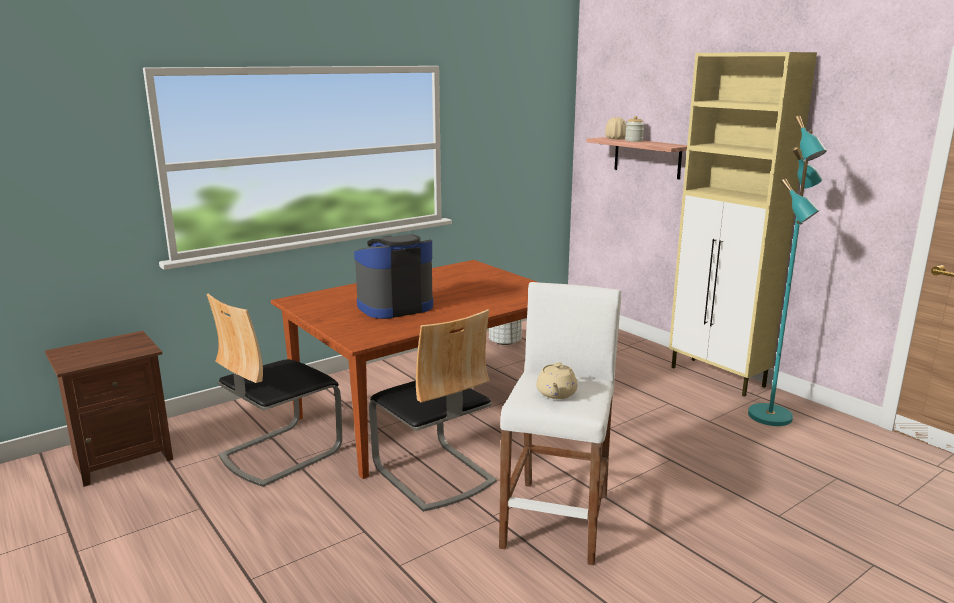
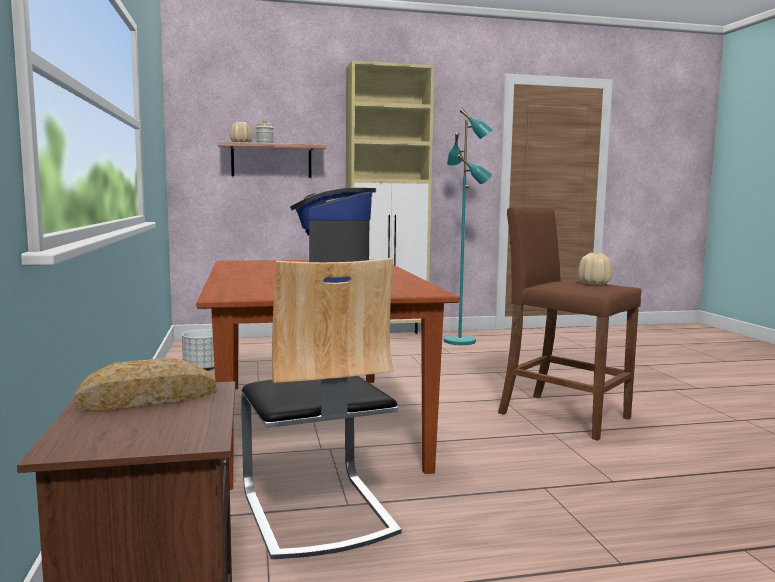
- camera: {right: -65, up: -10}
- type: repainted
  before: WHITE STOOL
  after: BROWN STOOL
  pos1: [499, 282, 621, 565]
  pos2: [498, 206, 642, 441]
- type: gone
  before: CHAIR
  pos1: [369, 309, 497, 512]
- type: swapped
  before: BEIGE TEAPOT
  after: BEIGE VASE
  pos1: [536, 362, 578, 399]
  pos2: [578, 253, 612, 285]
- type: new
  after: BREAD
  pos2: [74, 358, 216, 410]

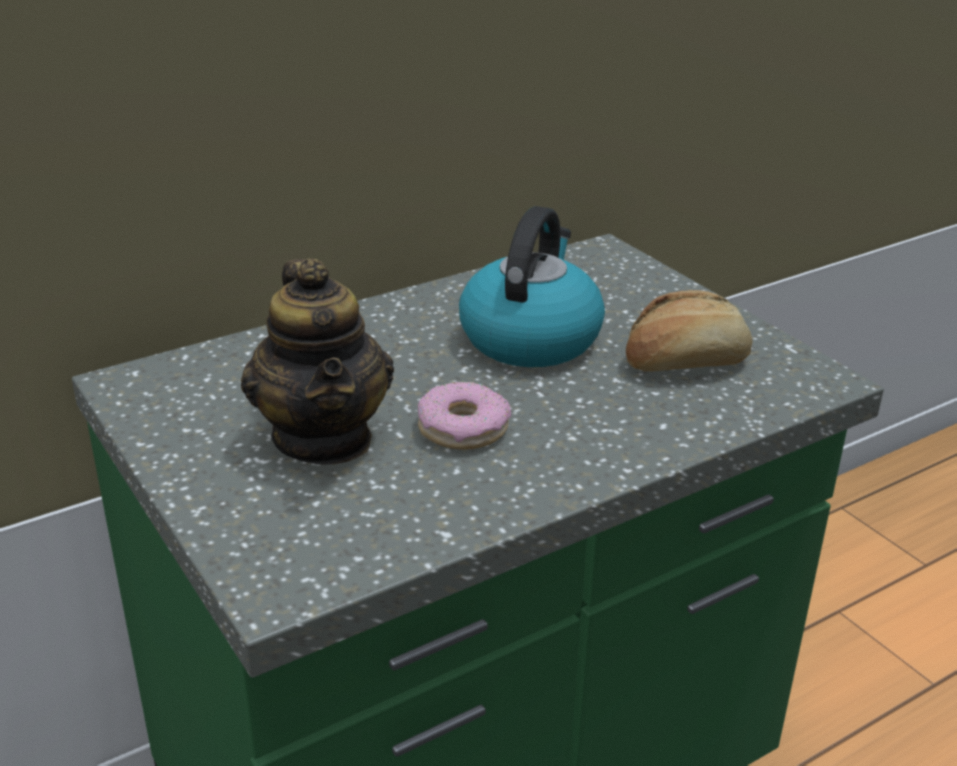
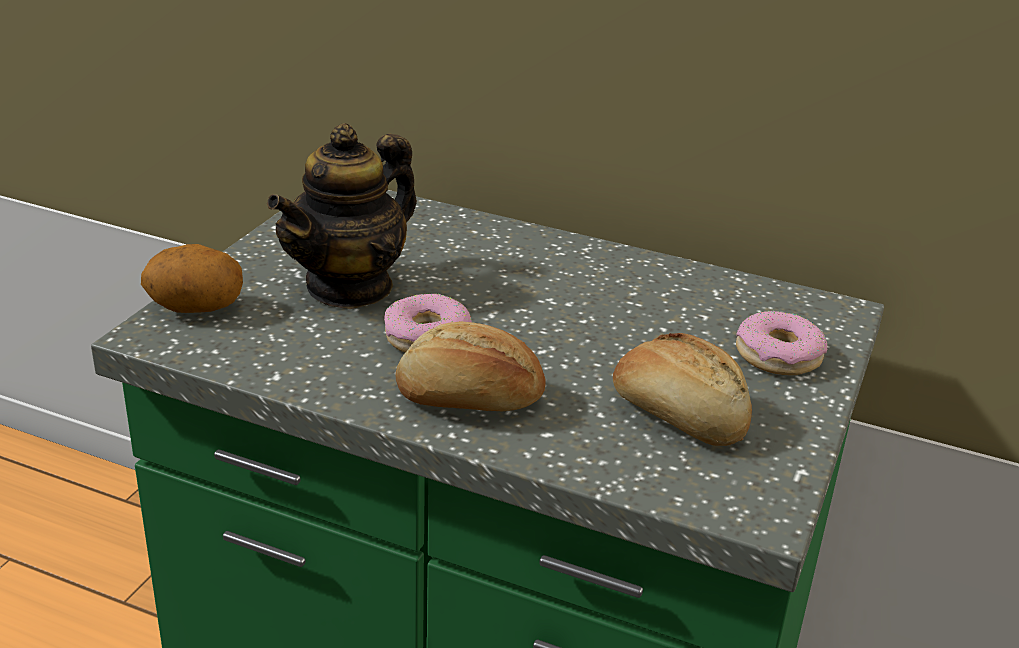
- camera: {right: 55, up: 0}
- type: gone
  before: KETTLE
  pos1: [459, 206, 605, 367]
- type: new
  after: POTATO
  pos2: [141, 244, 243, 313]
- type: new
  after: DONUT
  pos2: [736, 311, 827, 375]
- type: new
  after: BREAD
  pos2: [395, 322, 546, 411]

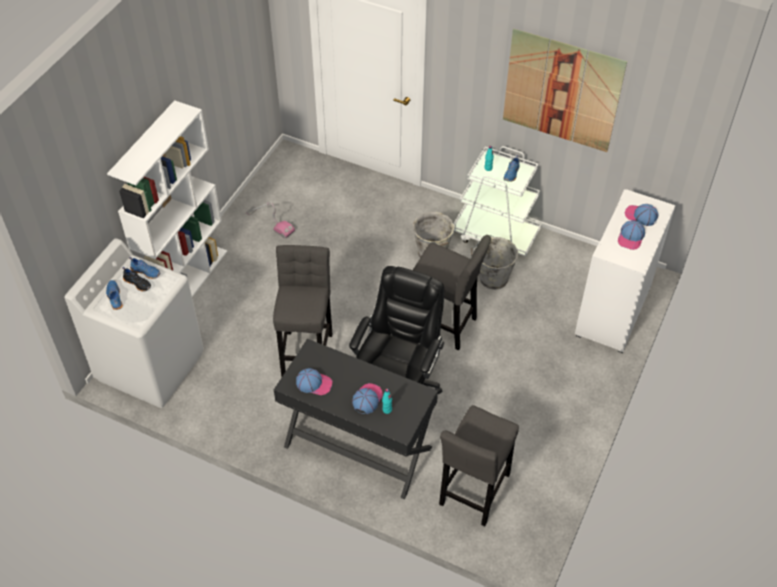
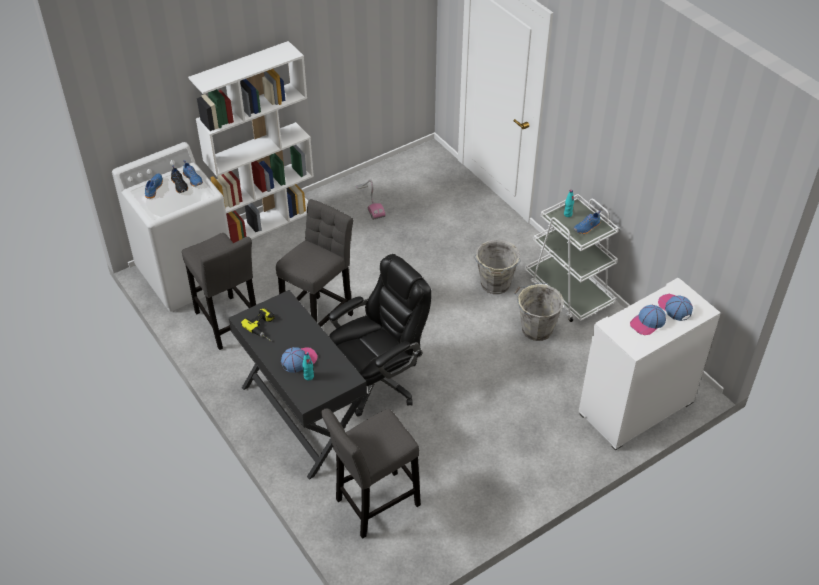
- camera: {right: 30, up: -5}
- type: gone
  before: PICTURE
  pos1: [503, 29, 627, 152]
- type: shifted
  before: GREY STOOL
  pos1: [413, 235, 491, 350]
  pos2: [182, 233, 256, 350]
- type: swapped
  before: CAP
  after: POWER DRILL
  pos1: [296, 368, 332, 395]
  pos2: [241, 308, 275, 342]

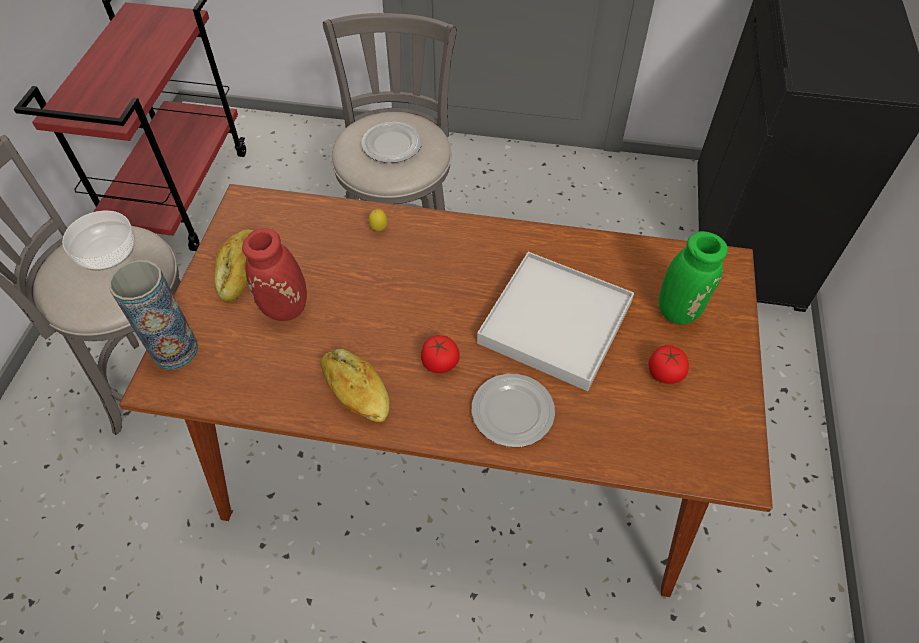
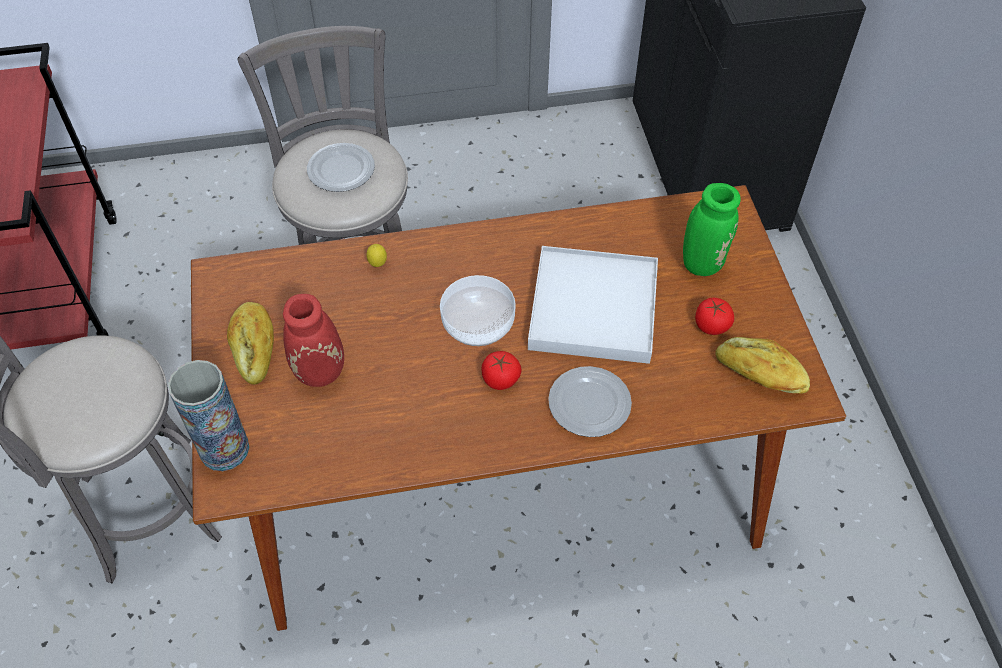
- camera: {right: -20, up: 0}
- type: shifted
  before: BOWL
  pos1: [62, 211, 136, 271]
  pos2: [440, 275, 516, 346]
- type: shifted
  before: BREAD
  pos1: [321, 349, 390, 422]
  pos2: [715, 337, 810, 394]

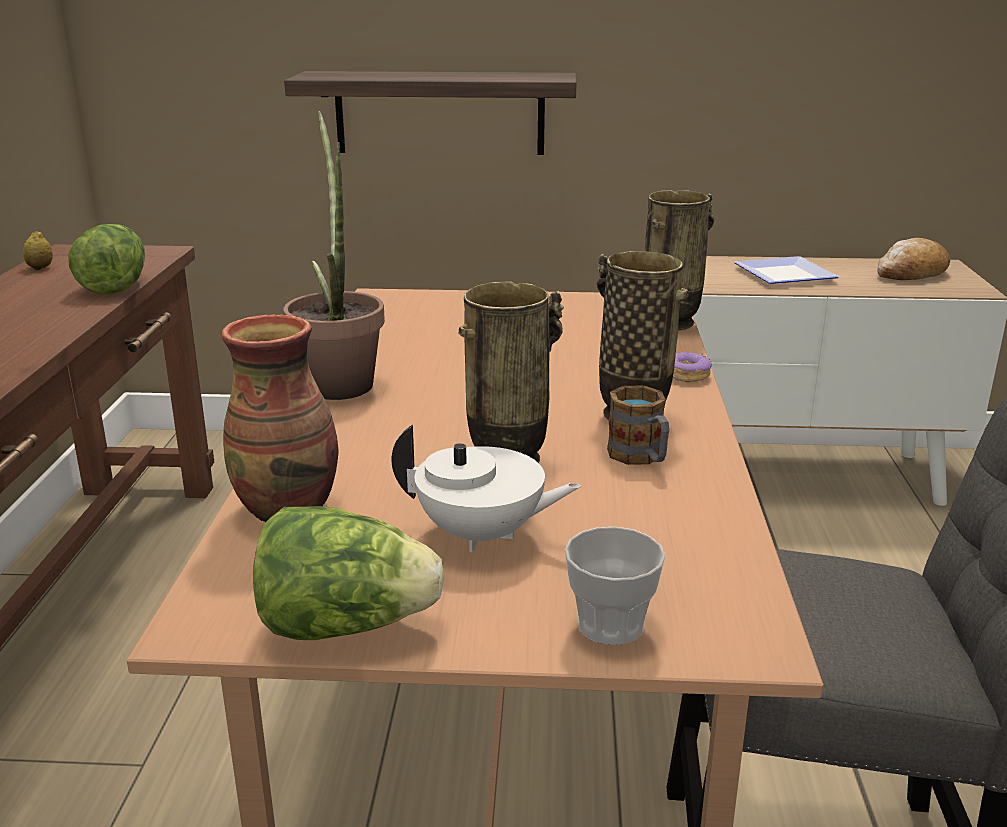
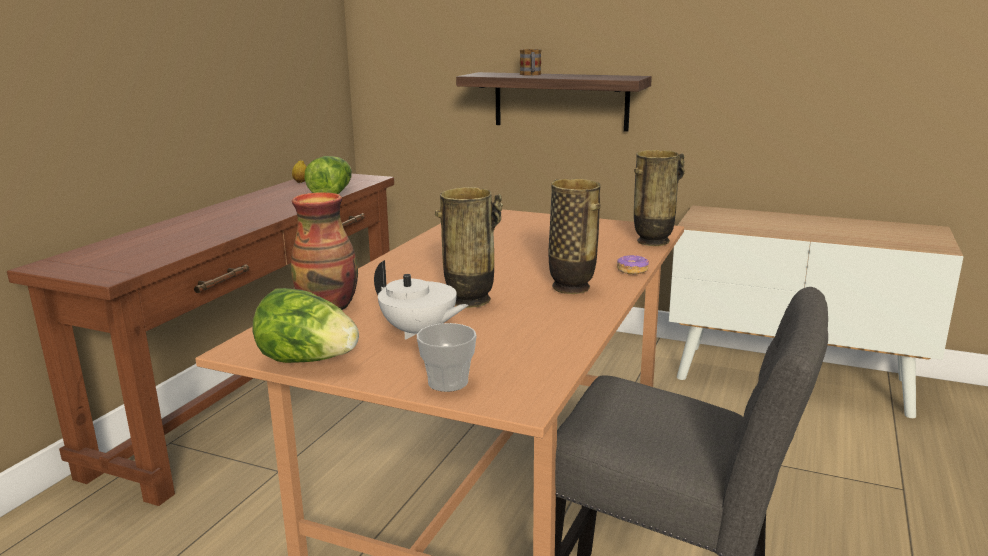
- camera: {right: 20, up: -5}
- type: gone
  before: POTTED PLANT
  pos1: [283, 111, 385, 400]
- type: gone
  before: BREAD
  pos1: [877, 238, 950, 280]
- type: gone
  before: PLATE
  pos1: [734, 256, 839, 284]
- type: shifted
  before: MUG
  pos1: [607, 385, 669, 465]
  pos2: [520, 49, 541, 76]

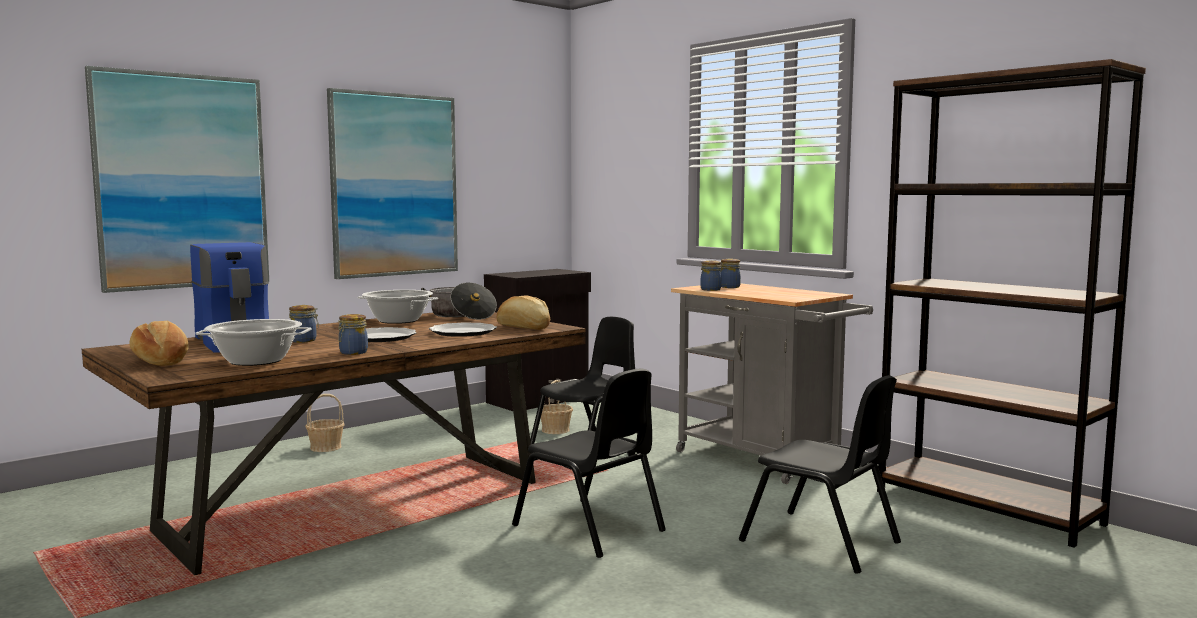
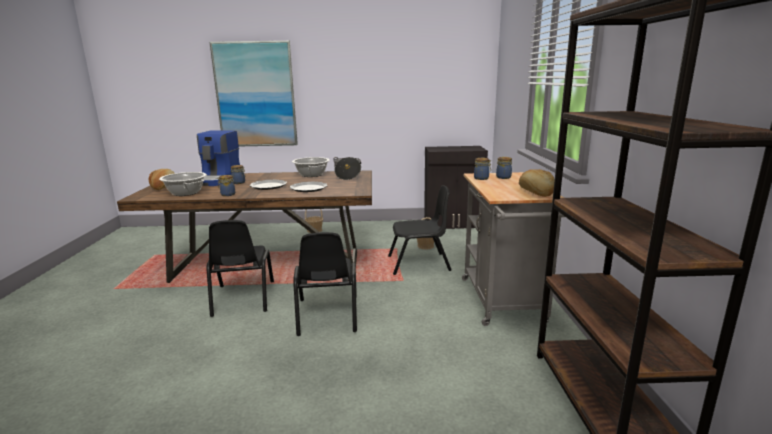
- camera: {right: 40, up: 10}
- type: gone
  before: PICTURE
  pos1: [327, 88, 458, 279]
- type: shifted
  before: BREAD
  pos1: [497, 295, 550, 330]
  pos2: [519, 169, 555, 197]
- type: shifted
  before: BLACK CHAIR
  pos1: [739, 375, 901, 574]
  pos2: [207, 220, 274, 317]

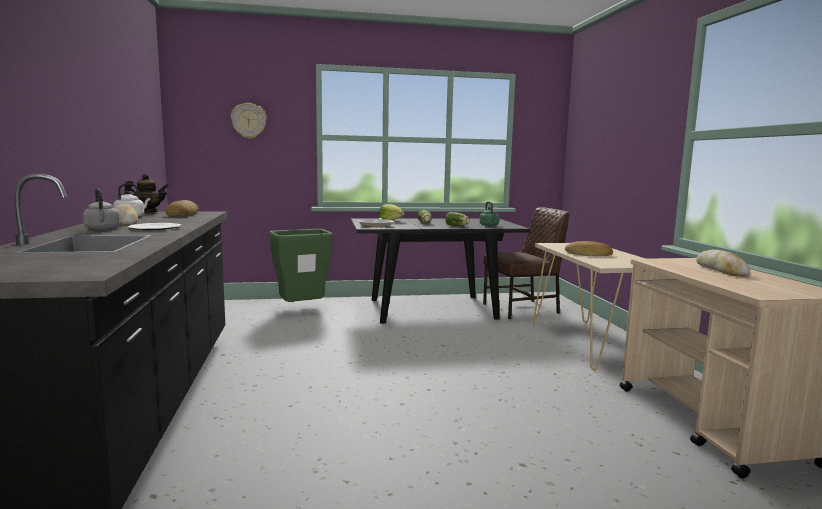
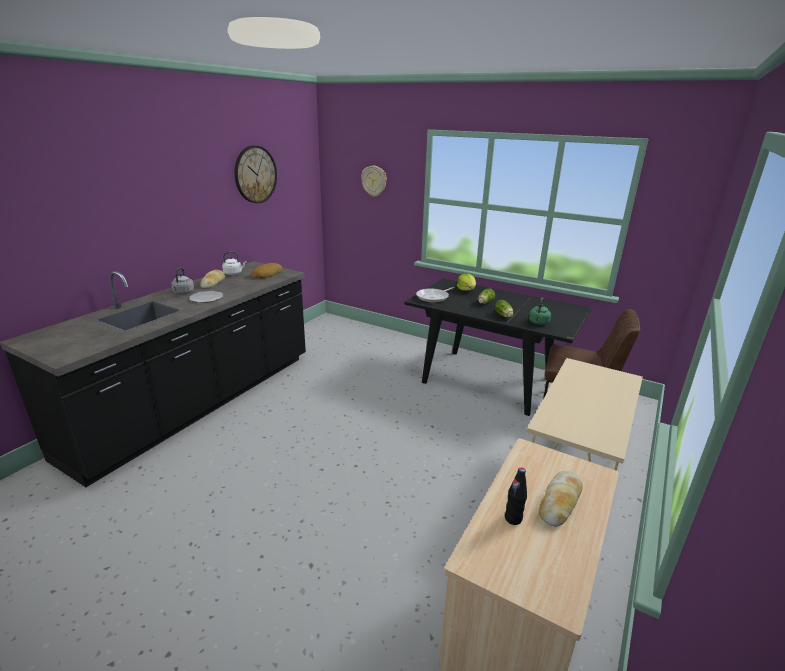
- camera: {right: 40, up: 15}
- type: gone
  before: TEAPOT
  pos1: [124, 174, 169, 212]
- type: gone
  before: GREEN TRASH CAN
  pos1: [269, 229, 333, 302]
- type: gone
  before: BREAD
  pos1: [565, 241, 613, 256]
- type: new
  after: WALL CLOCK
  pos2: [234, 146, 277, 203]
- type: new
  after: BLACK BOTTLE
  pos2: [505, 468, 527, 525]

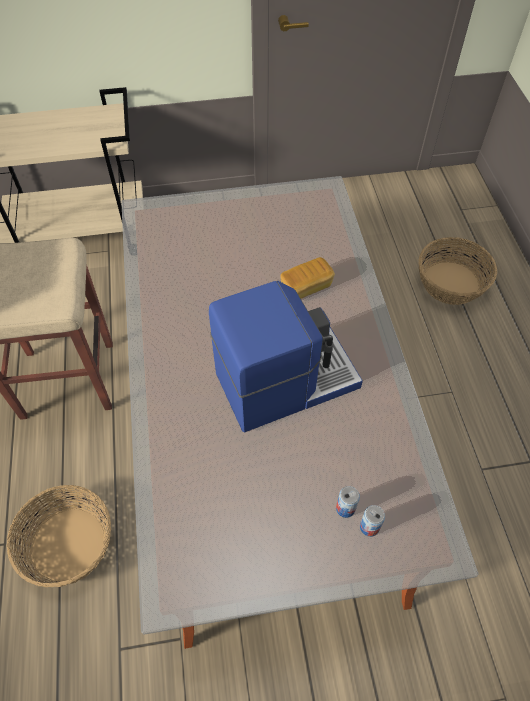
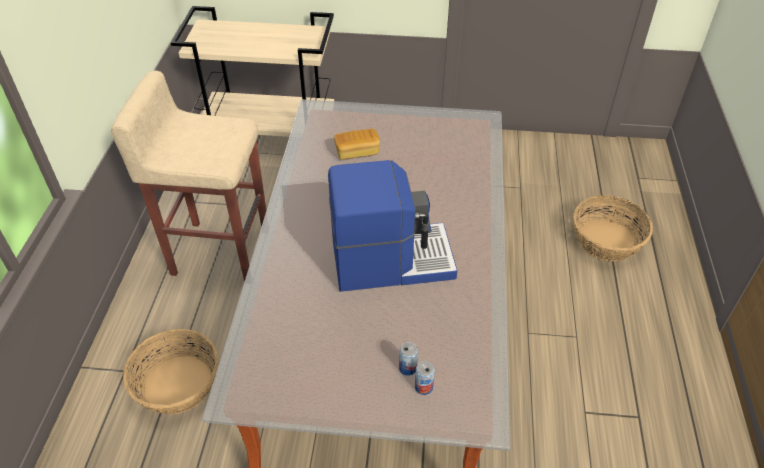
- camera: {right: 15, up: -10}
- type: shifted
  before: BREAD
  pos1: [280, 257, 335, 299]
  pos2: [334, 129, 380, 160]

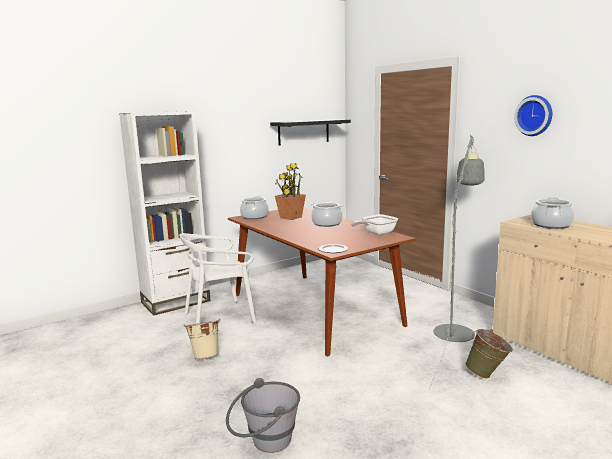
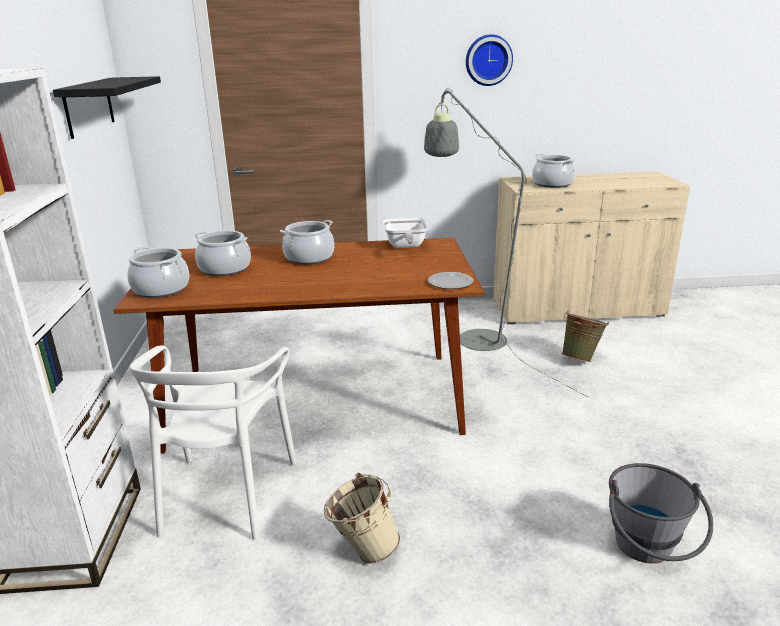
- camera: {right: -60, up: 10}
- type: swapped
  before: POTTED PLANT
  after: COOKING POT
  pos1: [275, 163, 306, 220]
  pos2: [194, 230, 251, 276]

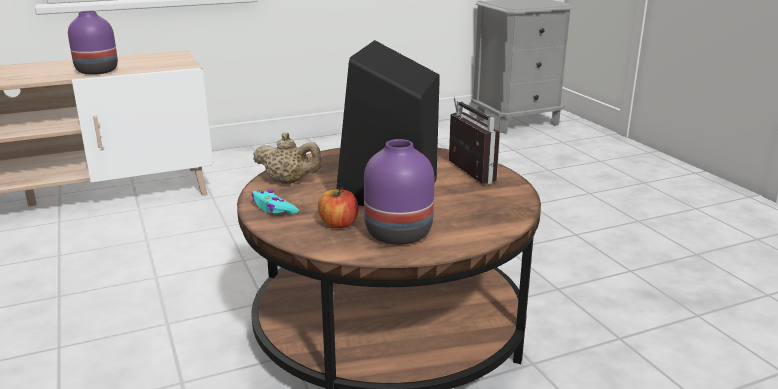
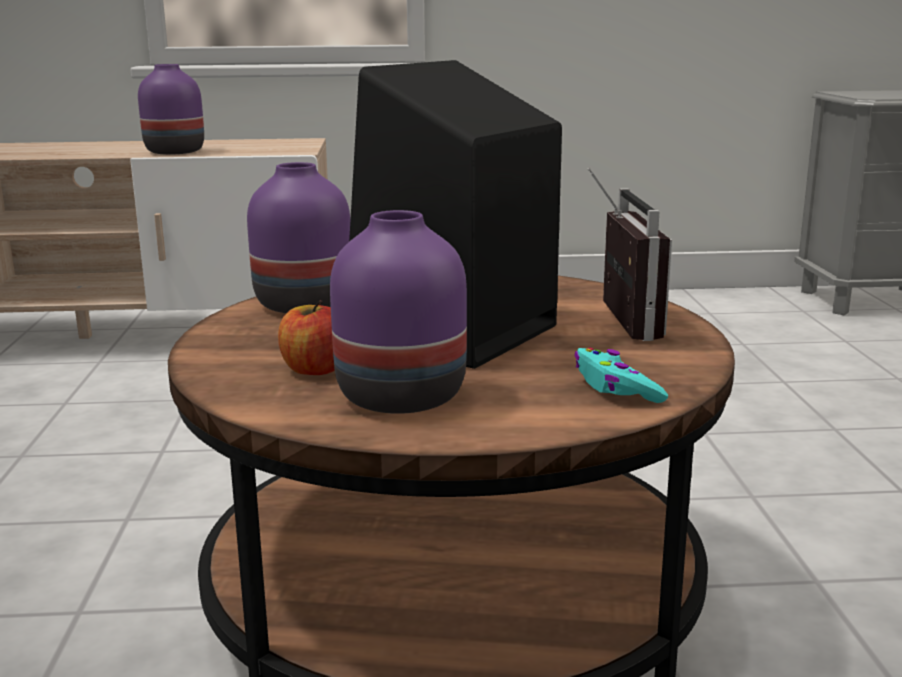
- camera: {right: 20, up: -5}
- type: swapped
  before: BEIGE TEAPOT
  after: PURPLE VASE
  pos1: [253, 133, 322, 184]
  pos2: [247, 162, 350, 313]
- type: shifted
  before: TURQUOISE GAME CONTROLLER
  pos1: [251, 190, 299, 214]
  pos2: [574, 348, 668, 403]

